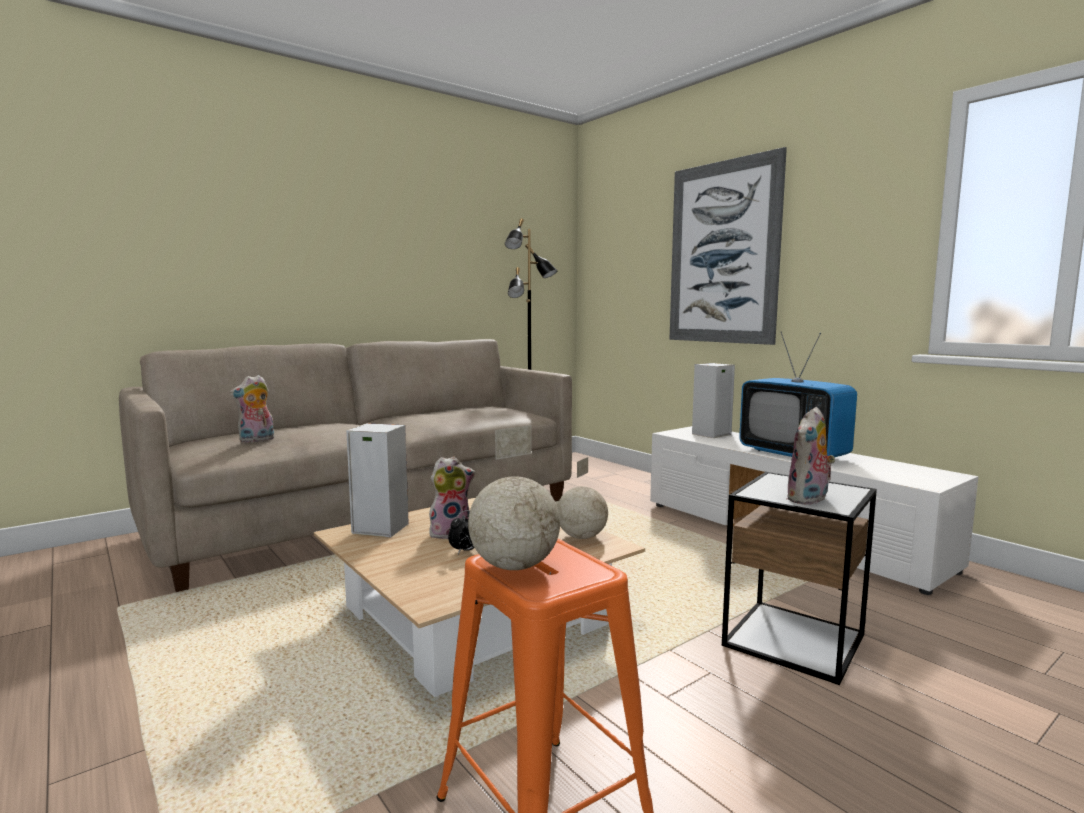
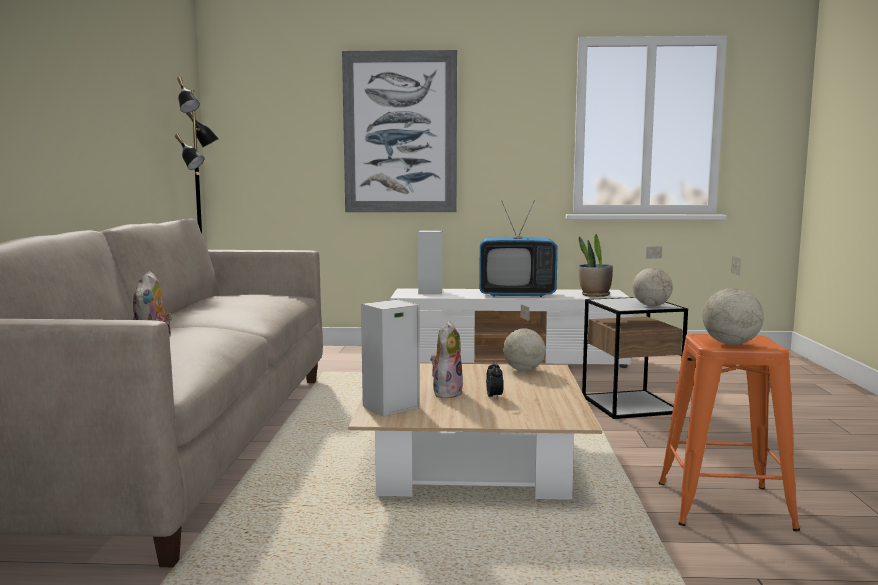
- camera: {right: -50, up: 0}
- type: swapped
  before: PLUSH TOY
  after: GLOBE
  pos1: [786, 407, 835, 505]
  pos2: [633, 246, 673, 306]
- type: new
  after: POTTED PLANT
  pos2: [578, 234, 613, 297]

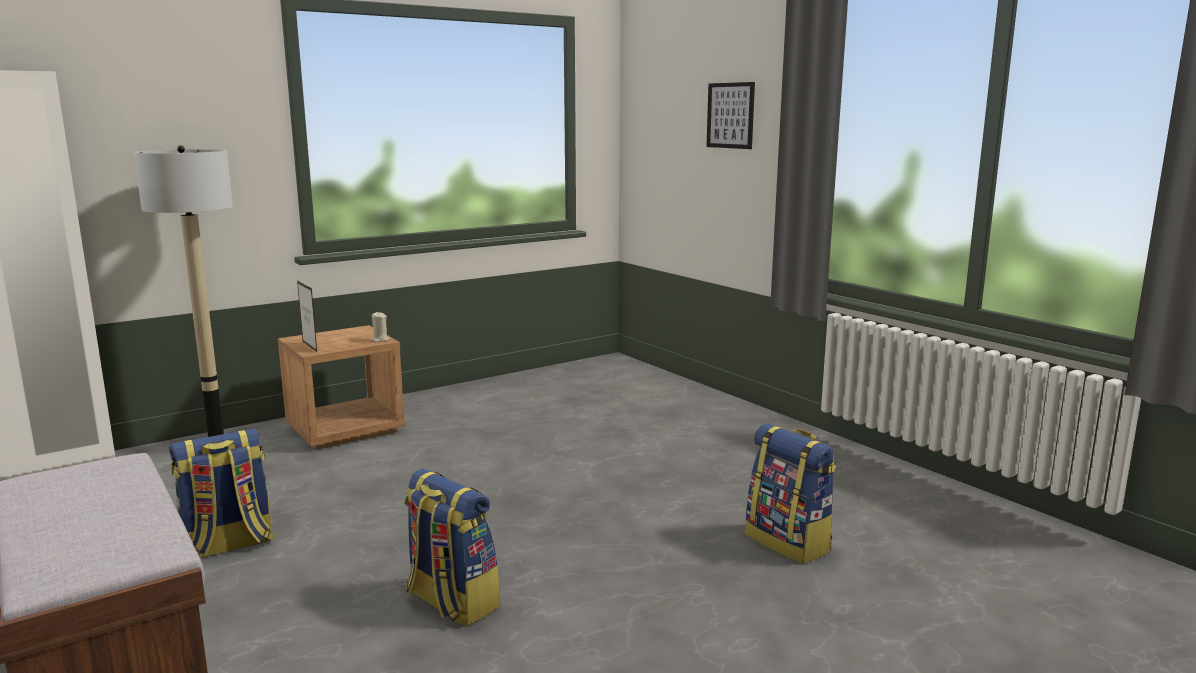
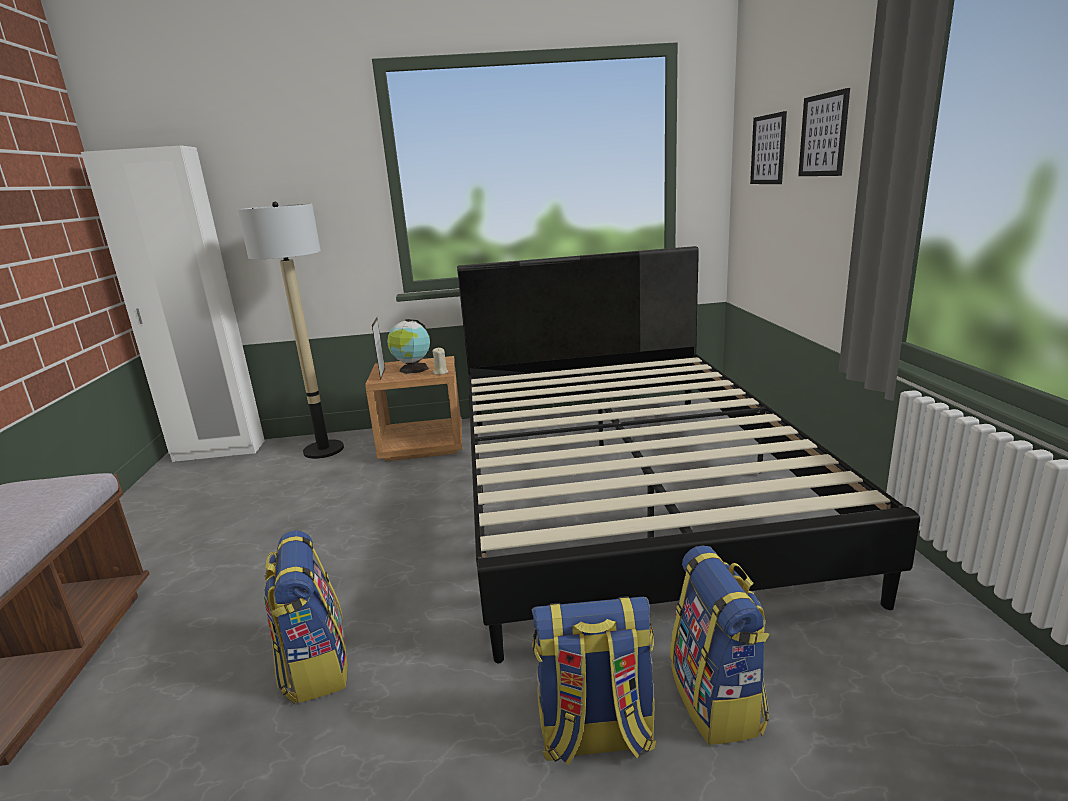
- camera: {right: 30, up: 5}
- type: shifted
  before: BACKPACK
  pos1: [169, 428, 274, 558]
  pos2: [531, 596, 656, 766]
- type: new
  after: PICTURE
  pos2: [750, 111, 787, 184]
- type: new
  after: BLACK BED
  pos2: [457, 246, 920, 663]
- type: new
  after: GLOBE
  pos2: [387, 319, 430, 374]

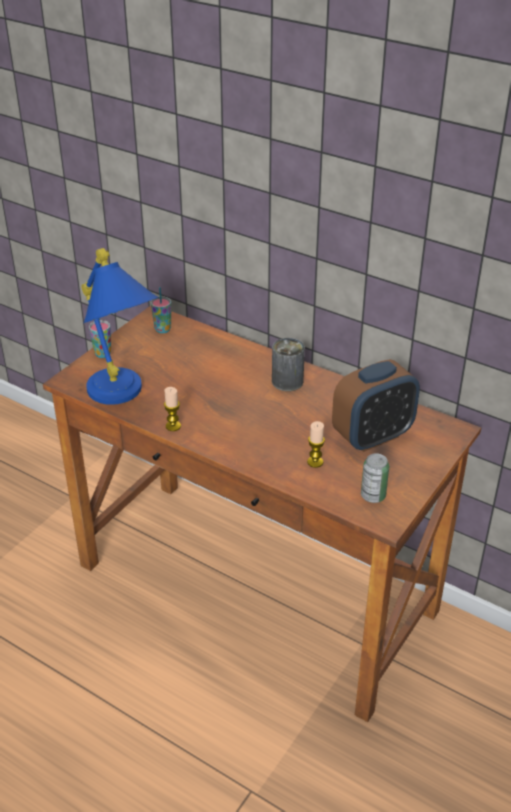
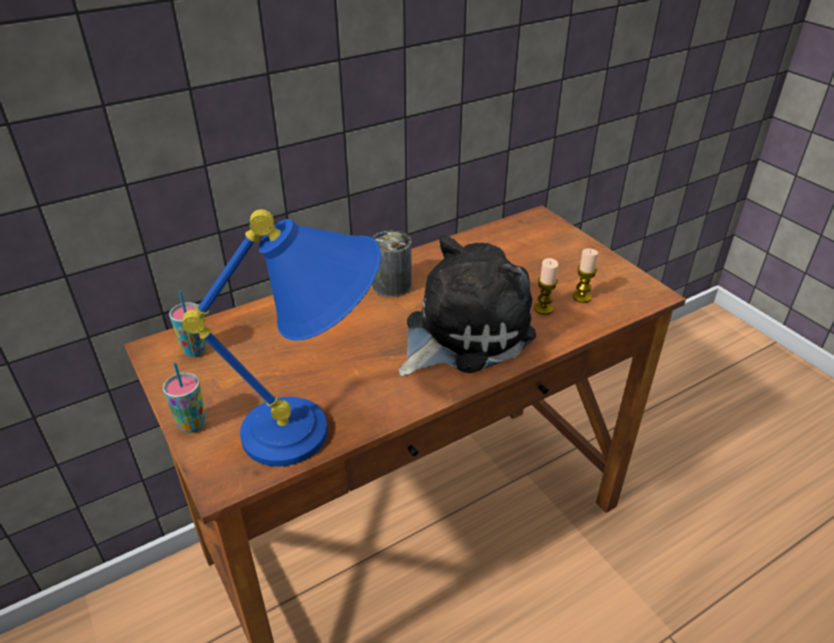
- camera: {right: -65, up: 0}
- type: gone
  before: ALARM CLOCK
  pos1: [332, 359, 420, 452]
- type: shifted
  before: CANDLE
  pos1: [164, 387, 181, 431]
  pos2: [573, 248, 598, 303]
- type: gone
  before: CAN
  pos1: [361, 453, 389, 503]
- type: new
  after: PLUSH TOY
  pos2: [399, 235, 536, 377]

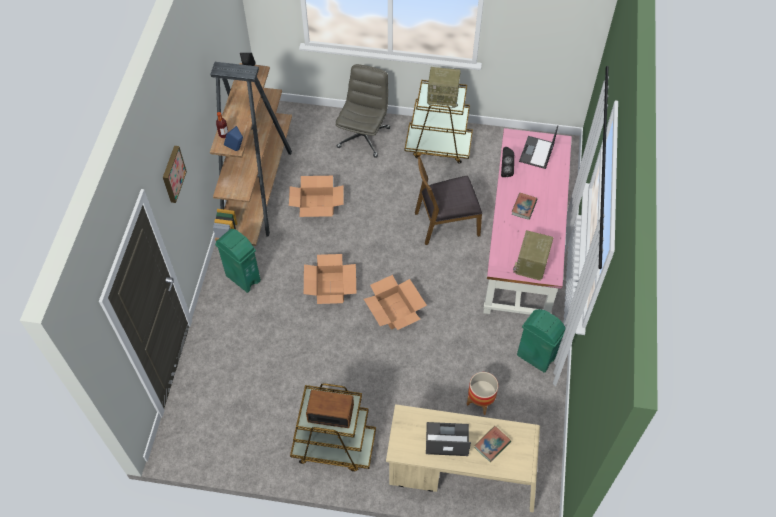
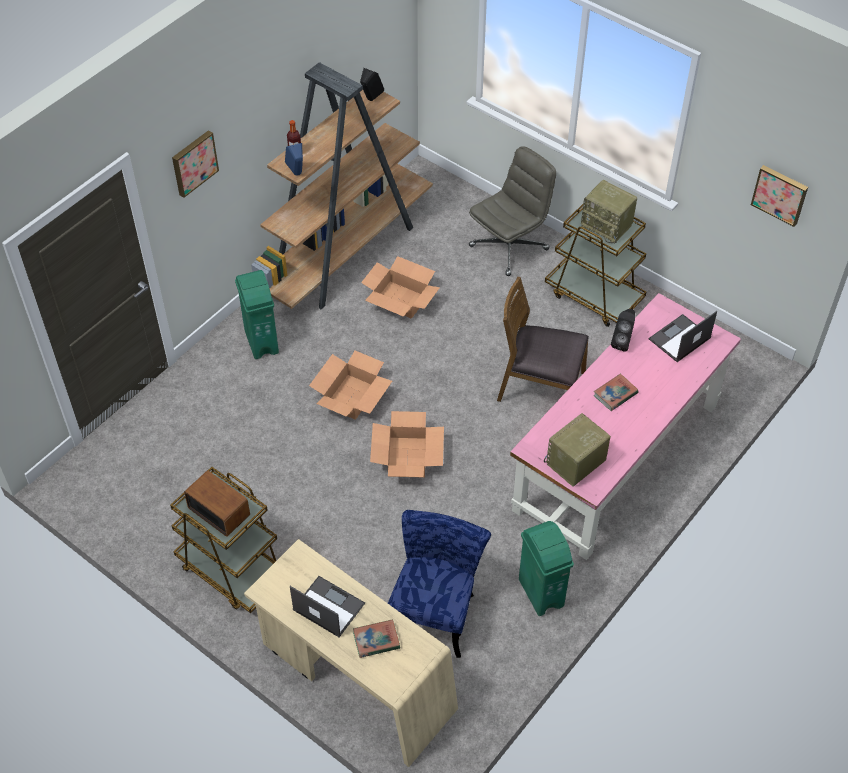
- camera: {right: 30, up: -5}
- type: swapped
  before: PLANTER
  after: BLUE CHAIR
  pos1: [467, 372, 498, 415]
  pos2: [388, 510, 491, 658]
- type: new
  after: PICTURE
  pos2: [751, 165, 808, 227]

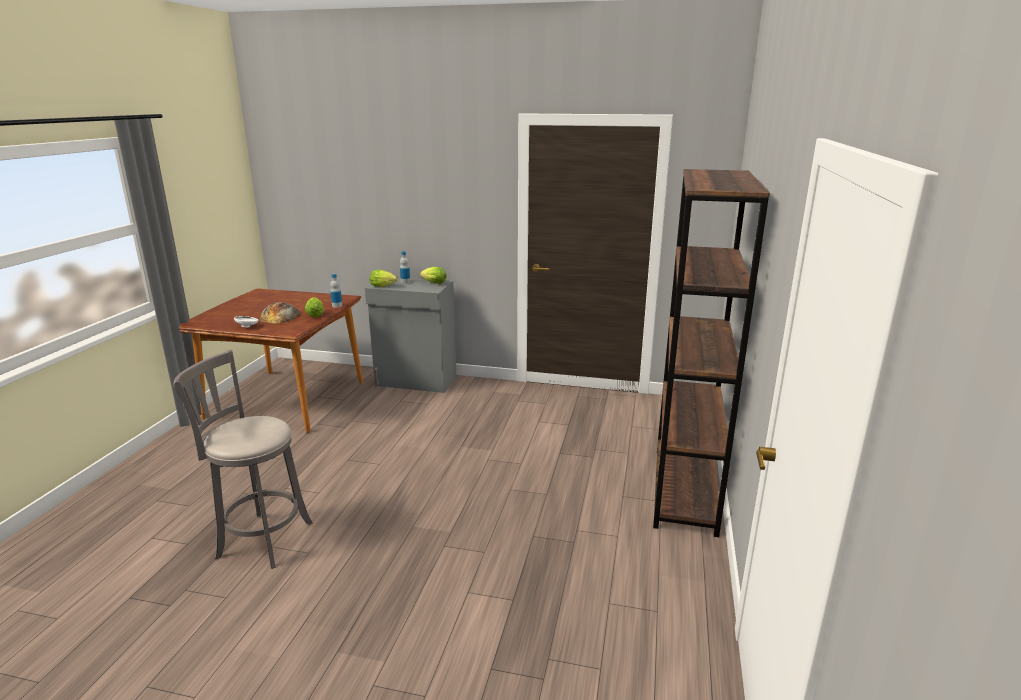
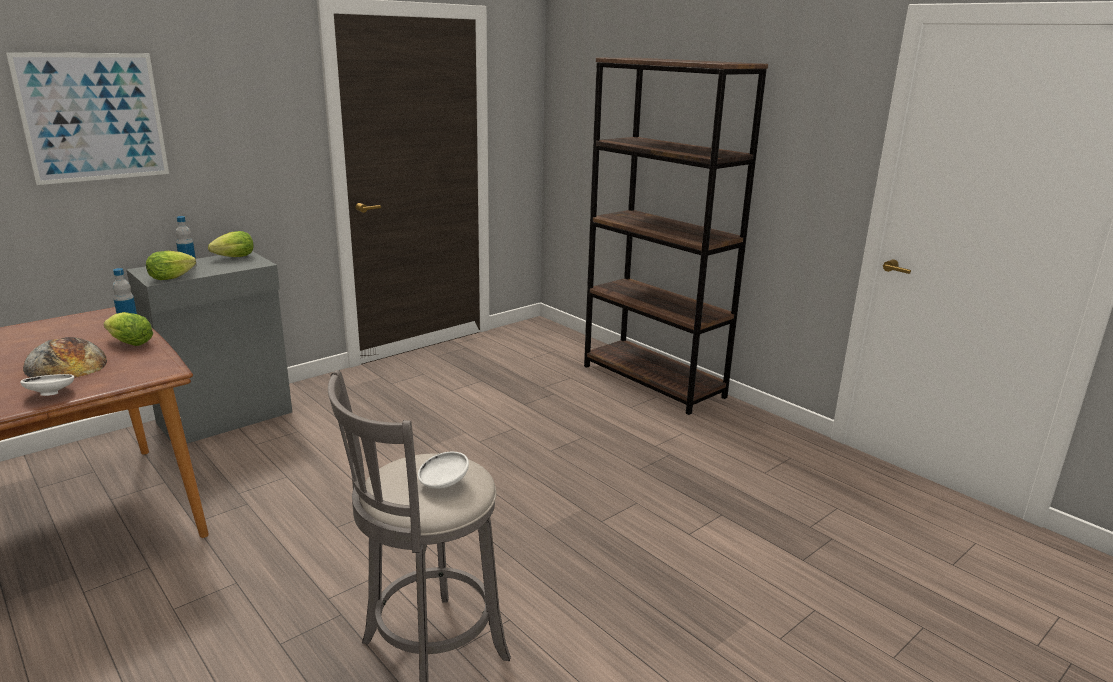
- camera: {right: -55, up: 0}
- type: new
  after: PICTURE
  pos2: [6, 52, 169, 185]
- type: new
  after: WHITE BOWL
  pos2: [418, 451, 469, 489]

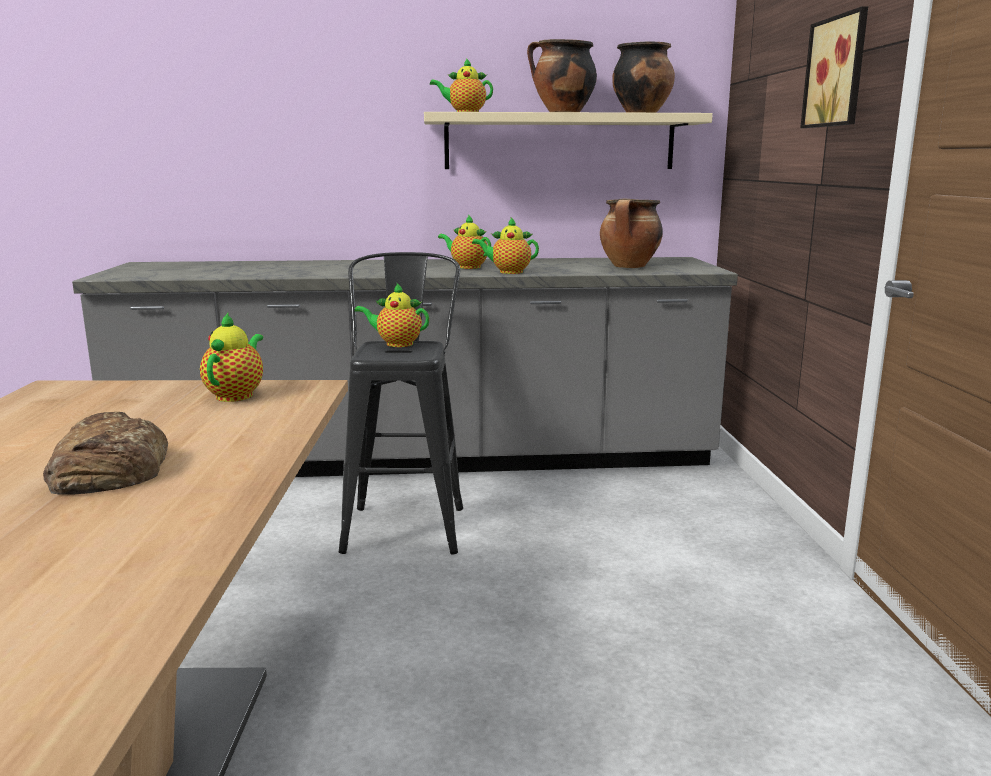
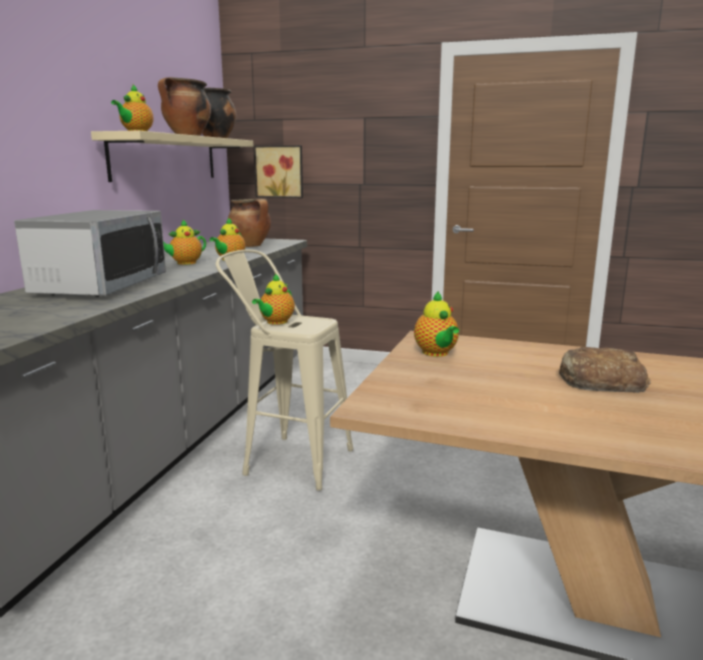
- camera: {right: -70, up: 0}
- type: shifted
  before: PICTURE
  pos1: [800, 6, 868, 128]
  pos2: [253, 145, 303, 198]
- type: repainted
  before: BLACK STOOL
  after: BEIGE STOOL
  pos1: [339, 252, 463, 555]
  pos2: [216, 250, 353, 491]
- type: rotated
  before: TEAPOT
  pos1: [200, 313, 263, 402]
  pos2: [414, 291, 459, 357]
  turn: -135
- type: new
  after: MICROWAVE
  pos2: [14, 210, 166, 297]

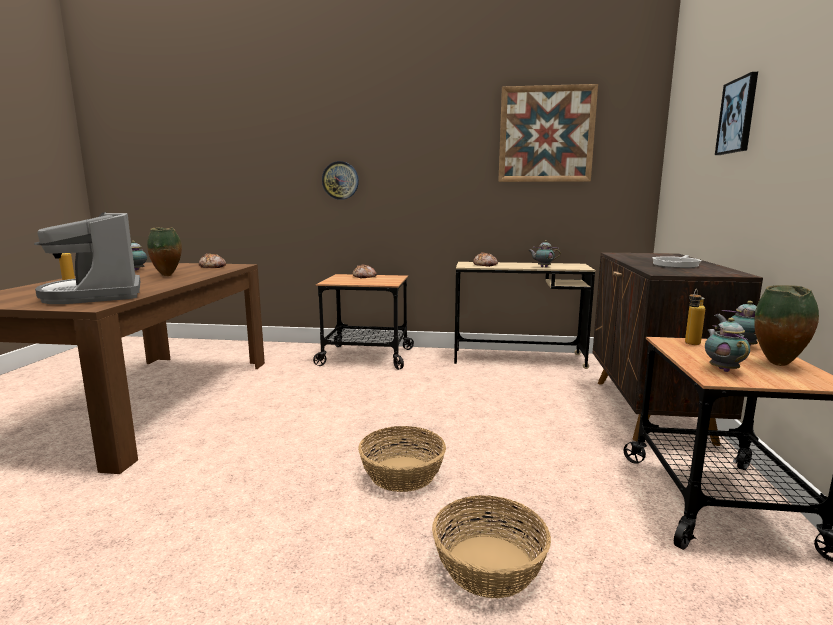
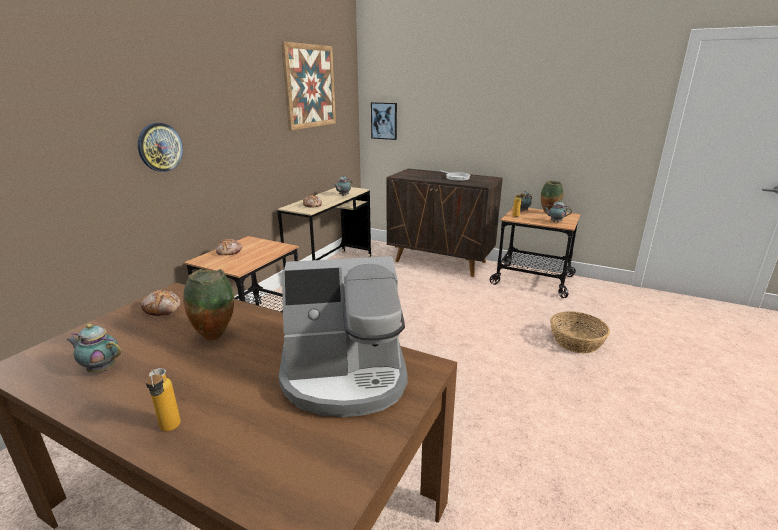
- camera: {right: -70, up: 10}
- type: shifted
  before: PICTURE
  pos1: [715, 72, 758, 155]
  pos2: [371, 102, 397, 140]
- type: gone
  before: BASKET
  pos1: [358, 426, 446, 492]

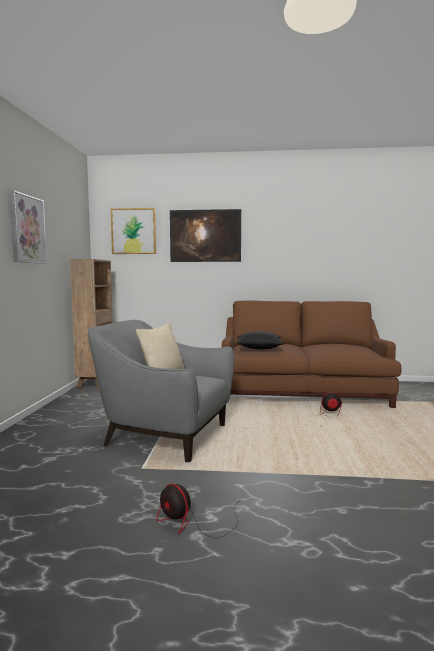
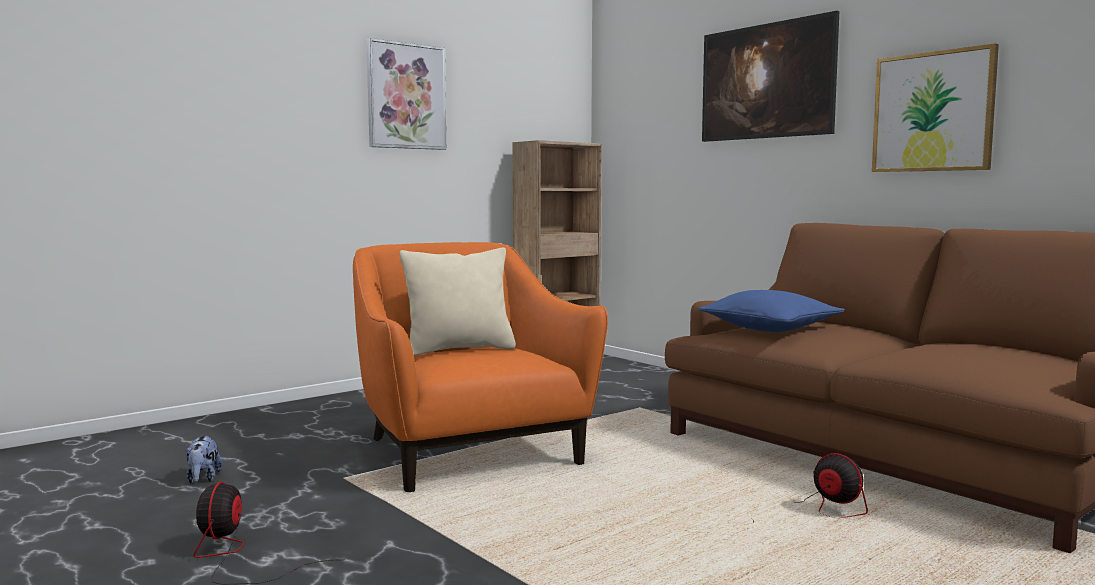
- camera: {right: 45, up: 0}
- type: shifted
  before: PICTURE
  pos1: [111, 208, 156, 254]
  pos2: [872, 43, 999, 172]
- type: repainted
  before: GREY ARMCHAIR
  after: ORANGE ARMCHAIR
  pos1: [88, 320, 234, 462]
  pos2: [353, 242, 608, 492]
- type: repainted
  before: BLACK PILLOW
  after: BLUE PILLOW
  pos1: [236, 331, 284, 349]
  pos2: [698, 290, 845, 332]
- type: new
  after: PLUSH TOY
  pos2: [186, 436, 222, 483]

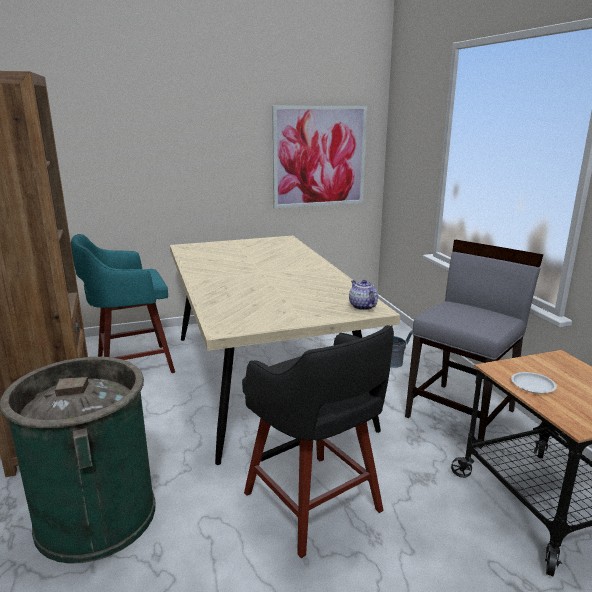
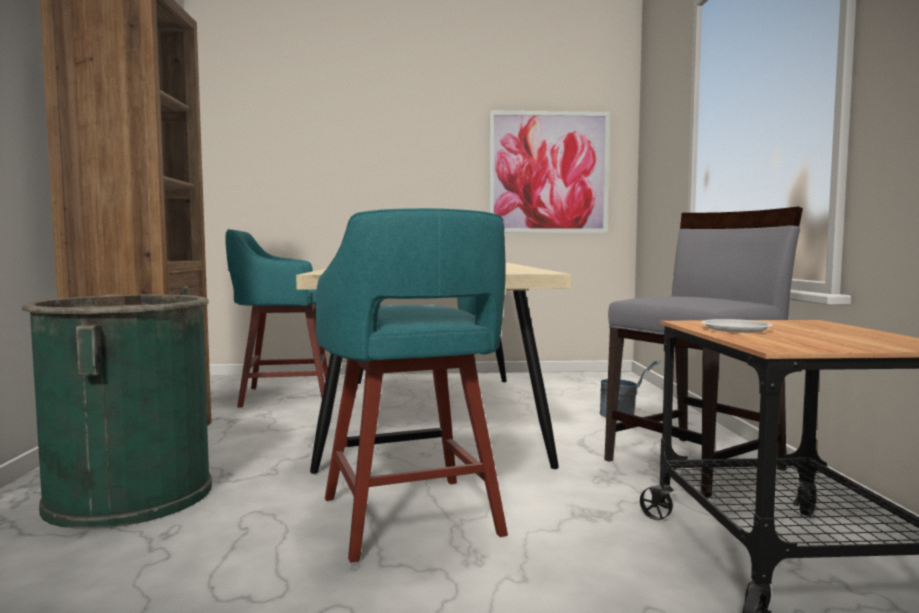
- camera: {right: 15, up: -15}
- type: gone
  before: TEAPOT
  pos1: [349, 280, 378, 310]
- type: repainted
  before: BLACK STOOL
  after: TURQUOISE STOOL
  pos1: [242, 325, 394, 558]
  pos2: [315, 208, 508, 563]

